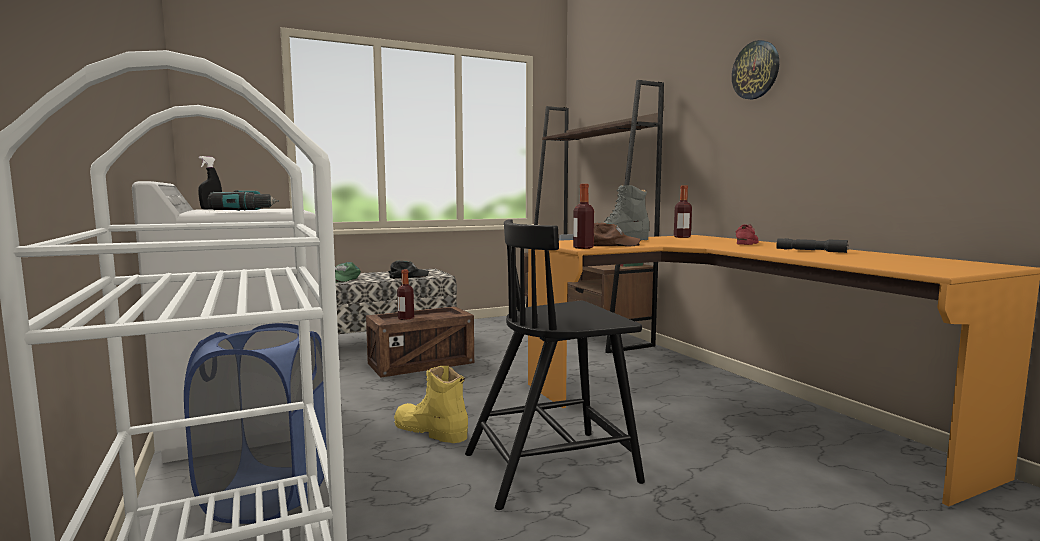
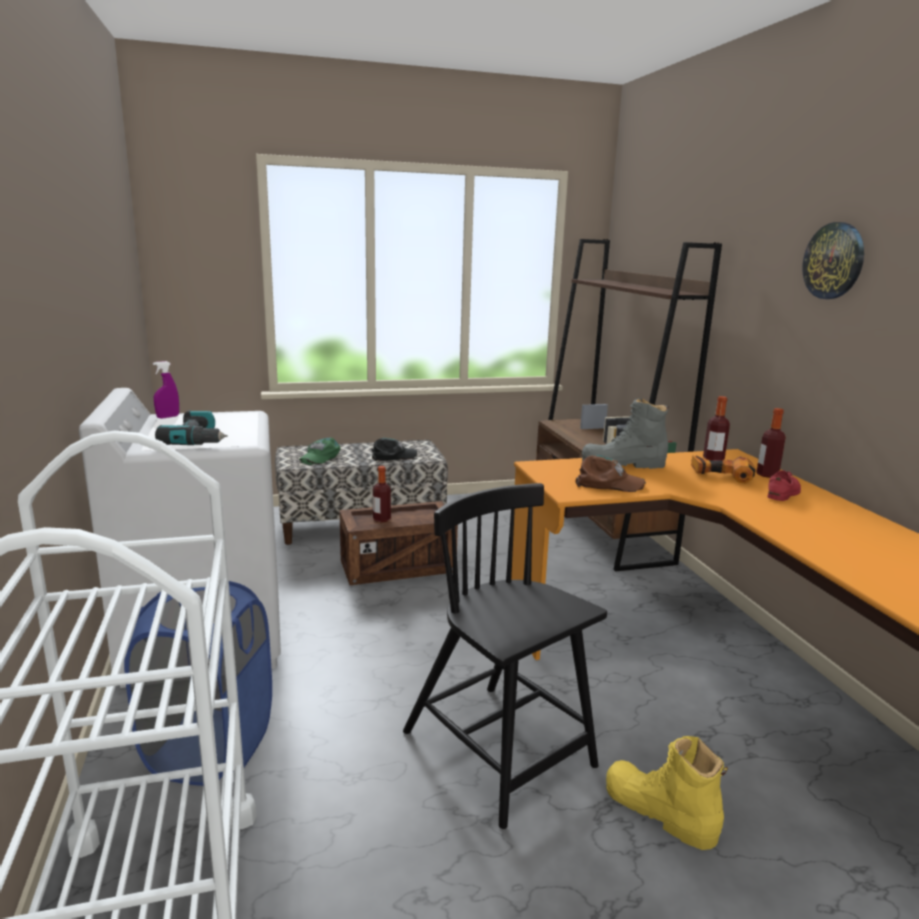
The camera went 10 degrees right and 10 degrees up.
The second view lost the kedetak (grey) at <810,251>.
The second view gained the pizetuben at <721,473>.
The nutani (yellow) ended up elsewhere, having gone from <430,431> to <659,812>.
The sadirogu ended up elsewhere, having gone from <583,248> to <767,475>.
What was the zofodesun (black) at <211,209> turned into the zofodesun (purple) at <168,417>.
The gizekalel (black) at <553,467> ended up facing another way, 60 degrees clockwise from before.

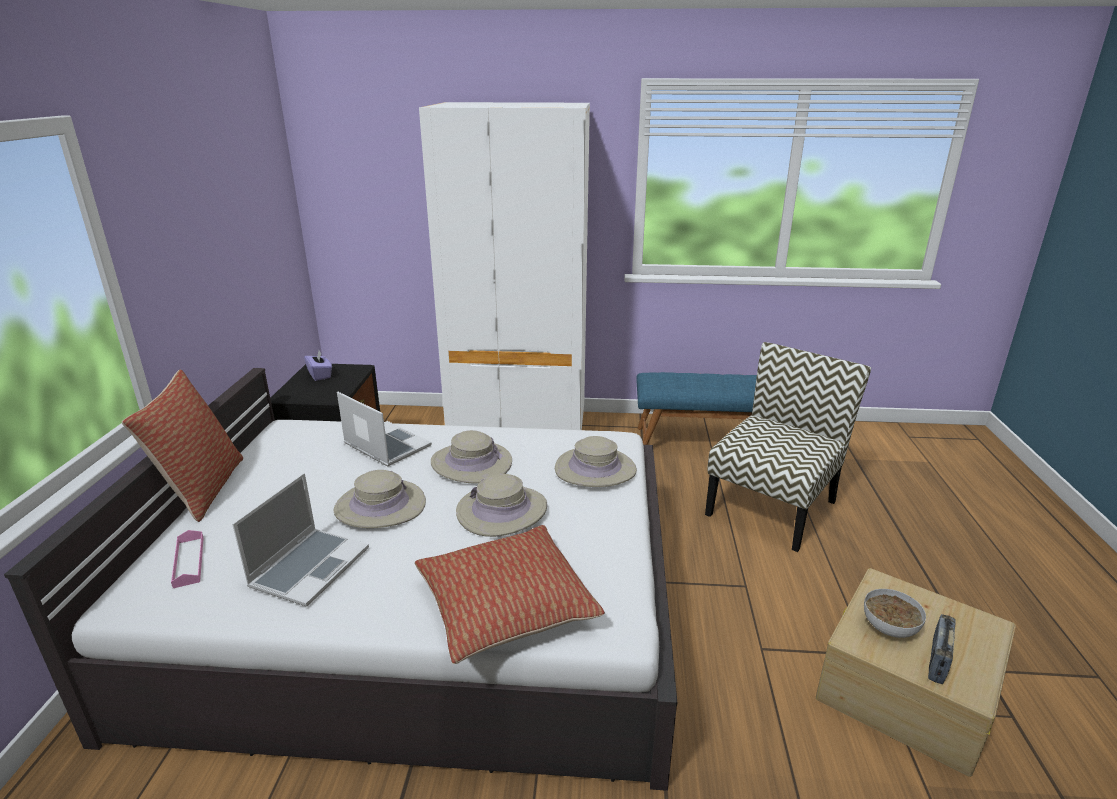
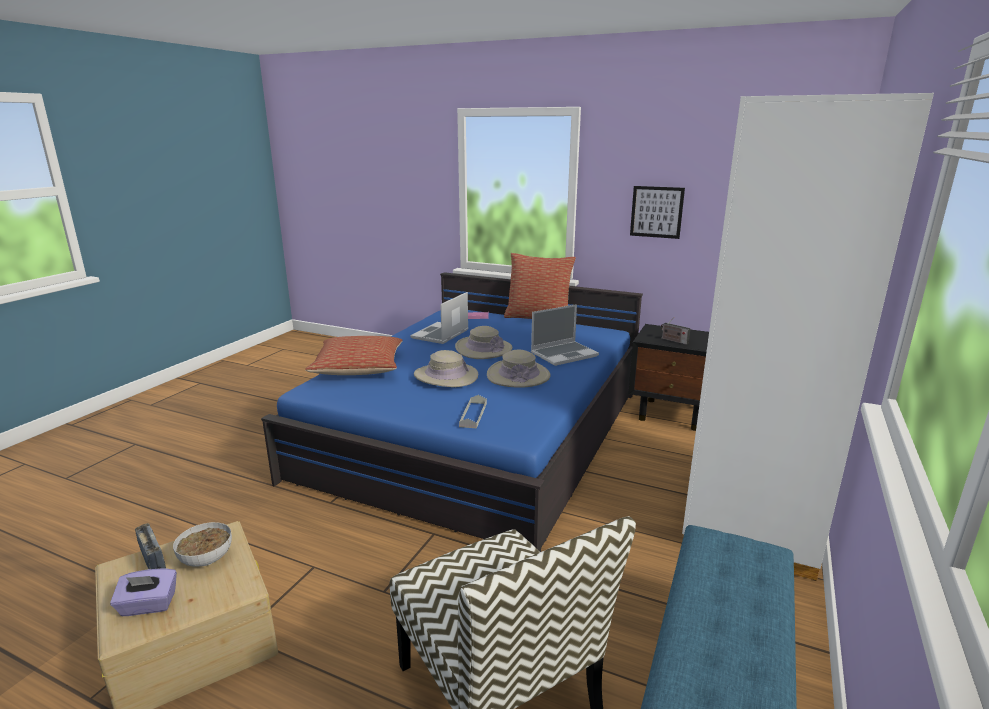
The camera went 110 degrees right and 5 degrees down.
The second view gained the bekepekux at <656,212>.
The second view gained the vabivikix at <673,341>.
The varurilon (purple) ended up elsewhere, having gone from <320,375> to <148,605>.
Where the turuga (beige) stood at <595,469>, the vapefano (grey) came to stand at <473,415>.
What was the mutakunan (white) at <423,606> turned into the mutakunan (blue) at <479,433>.
The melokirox at <310,567> ended up facing another way, 75 degrees clockwise from before.

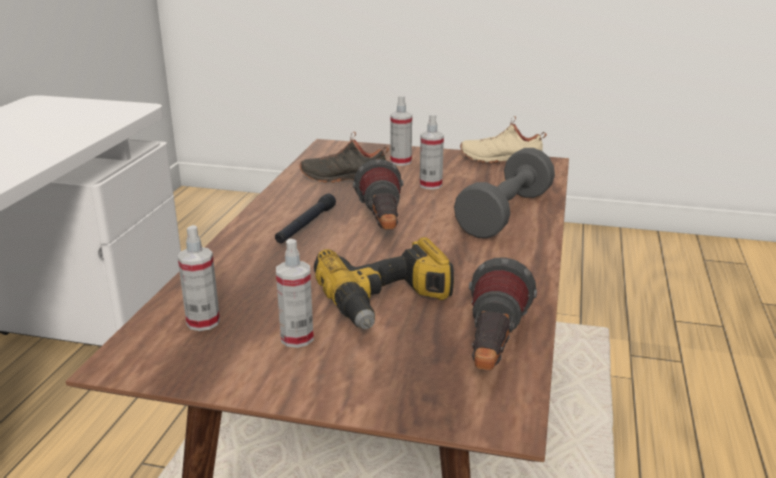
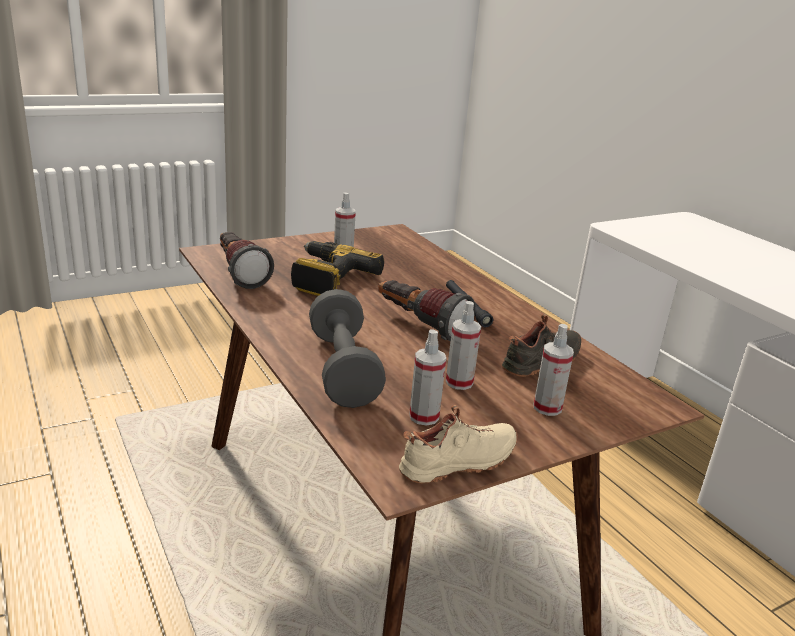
The camera went 135 degrees right and 0 degrees up.
The zofodesun ended up elsewhere, having gone from <203,322> to <424,416>.

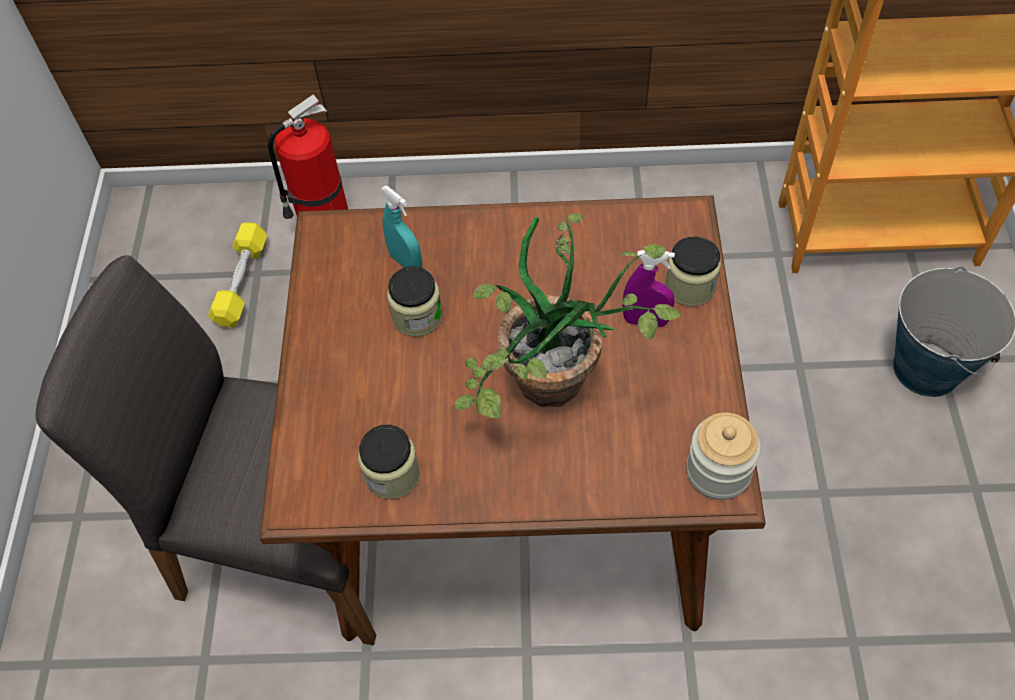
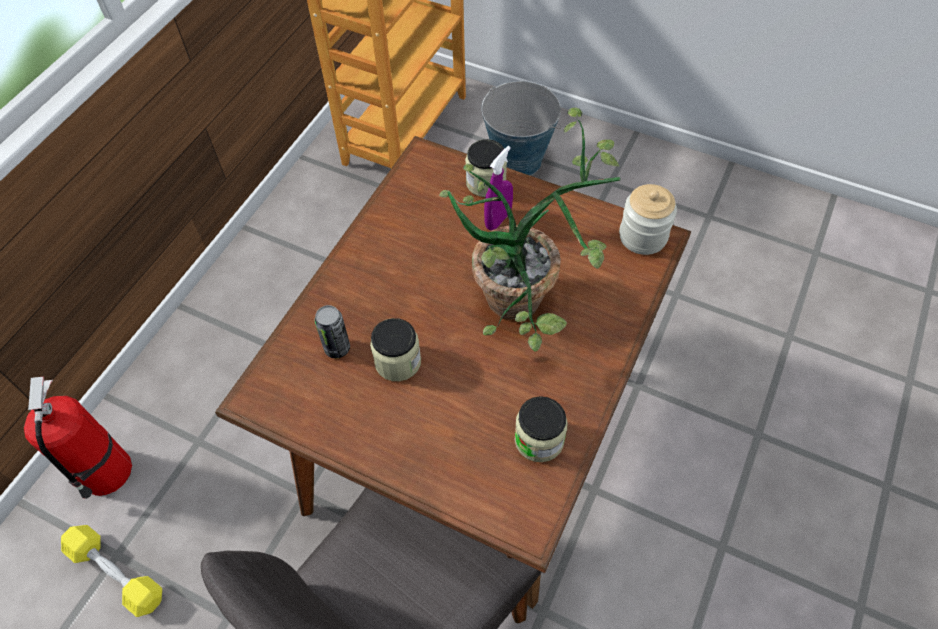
The camera went 65 degrees left and 0 degrees up.
Where the zofodesun (turquoise) stood at <406,262>, the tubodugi came to stand at <337,348>.

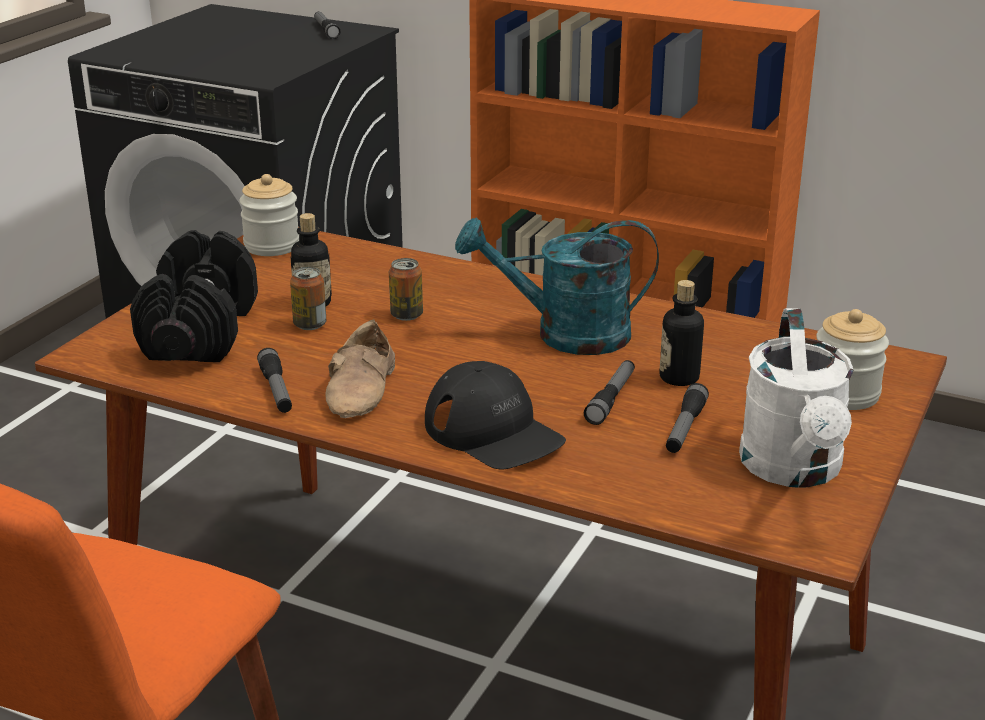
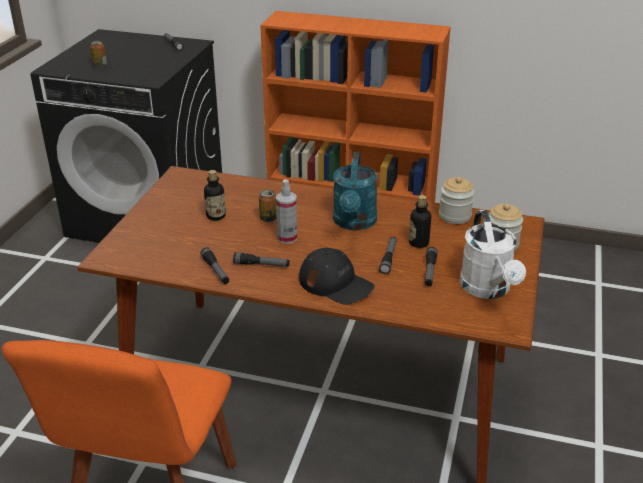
The camera went 10 degrees left and 5 degrees up.
The second view lost the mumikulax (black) at <199,331>.
The second view gained the zofodesun at <287,238>.
The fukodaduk ended up elsewhere, having gone from <272,246> to <454,216>.
The tubodugi ended up elsewhere, having gone from <310,324> to <100,66>.
Where the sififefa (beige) stood at <365,388>, the kedetak came to stand at <261,265>.
The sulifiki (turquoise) at <565,335> ended up facing another way, 75 degrees counterclockwise from before.

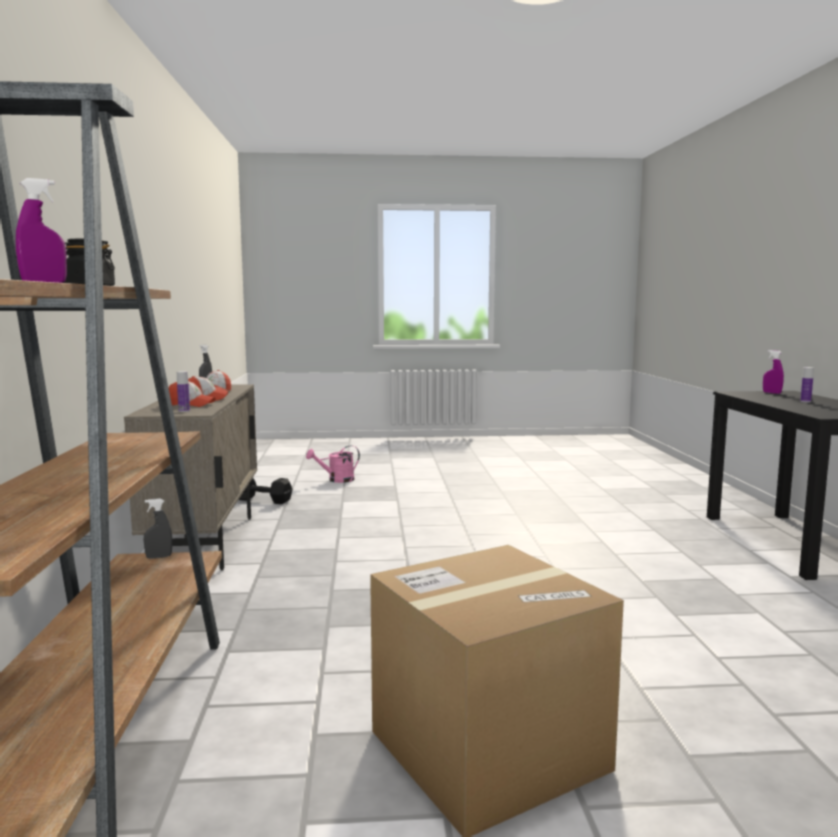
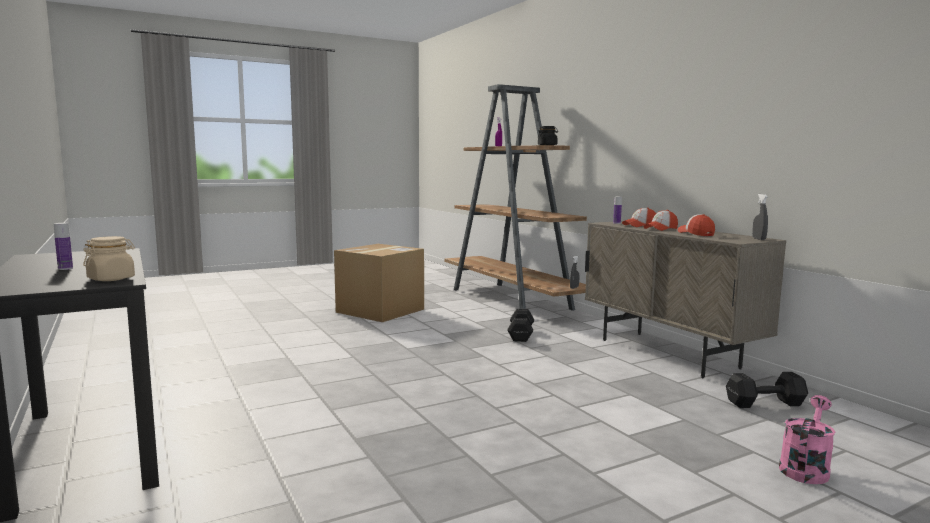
The camera went 155 degrees right and 0 degrees up.
The second view lost the zofodesun (purple) at <772,393>.
The second view gained the fukodaduk (beige) at <111,279>.
The second view gained the mumikulax (black) at <521,334>.

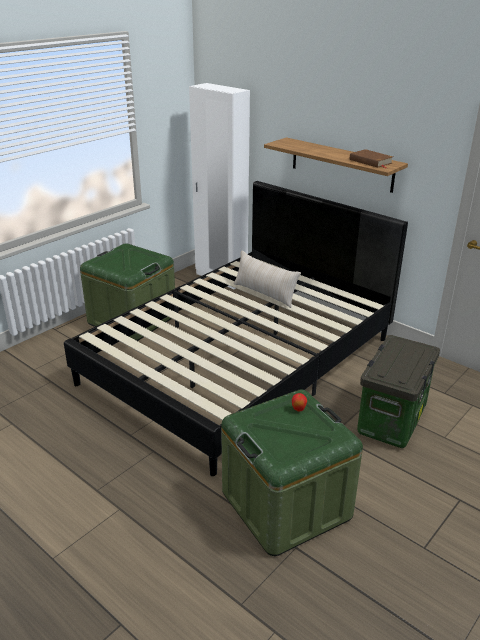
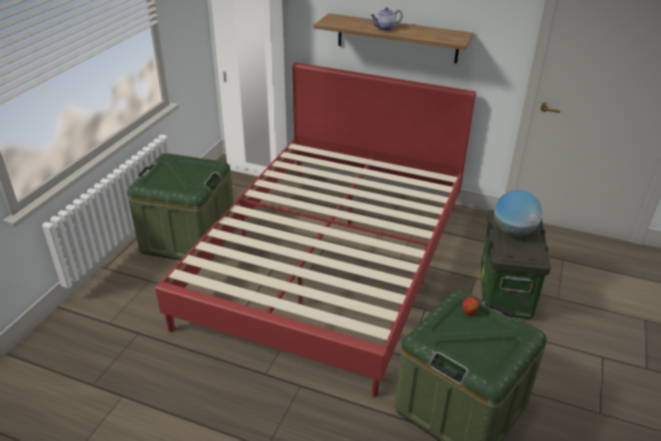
The camera went 20 degrees left and 5 degrees up.
The second view lost the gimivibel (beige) at <265,293>.
The second view lost the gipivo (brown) at <370,161>.
The second view gained the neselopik at <385,28>.
The second view gained the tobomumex at <513,231>.
What was the mutakunan (black) at <240,360> turned into the mutakunan (red) at <330,261>.

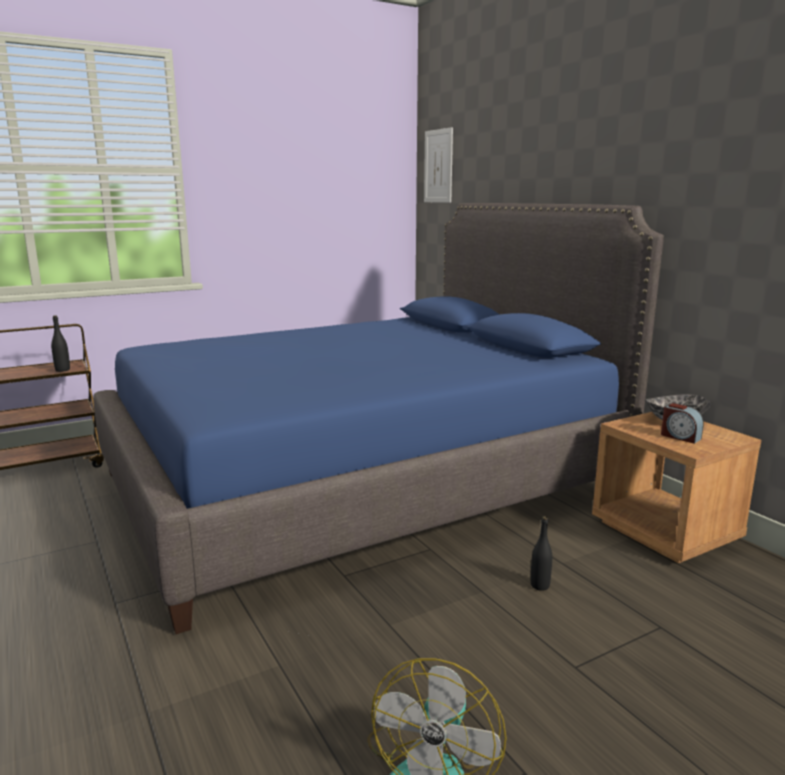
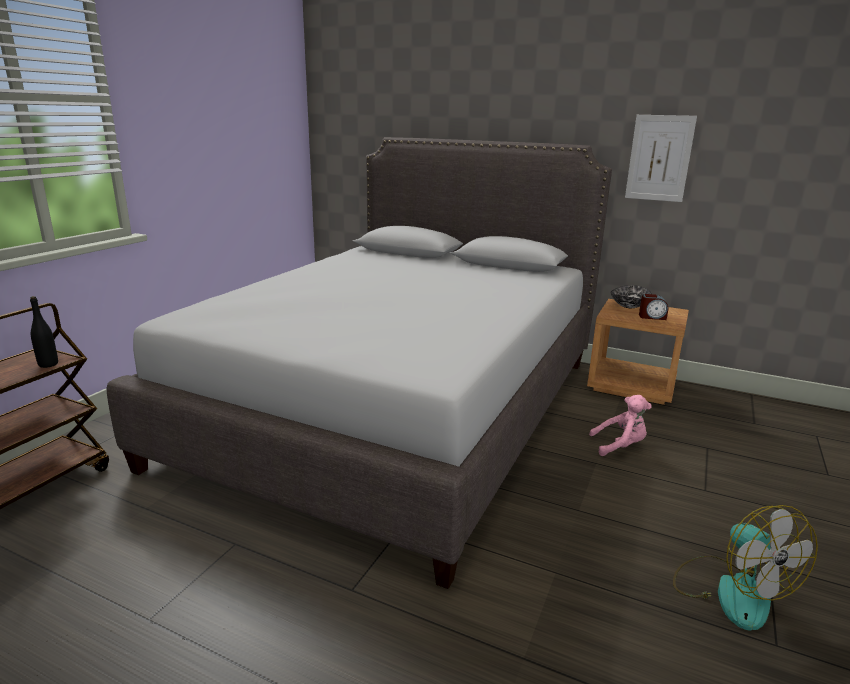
The camera went 35 degrees left and 5 degrees up.
The bekepekux ended up elsewhere, having gone from <438,166> to <659,158>.
Where the sadirogu (black) stood at <540,585>, the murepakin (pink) came to stand at <620,446>.
What was the mutakunan (blue) at <361,483> turned into the mutakunan (grey) at <399,408>.

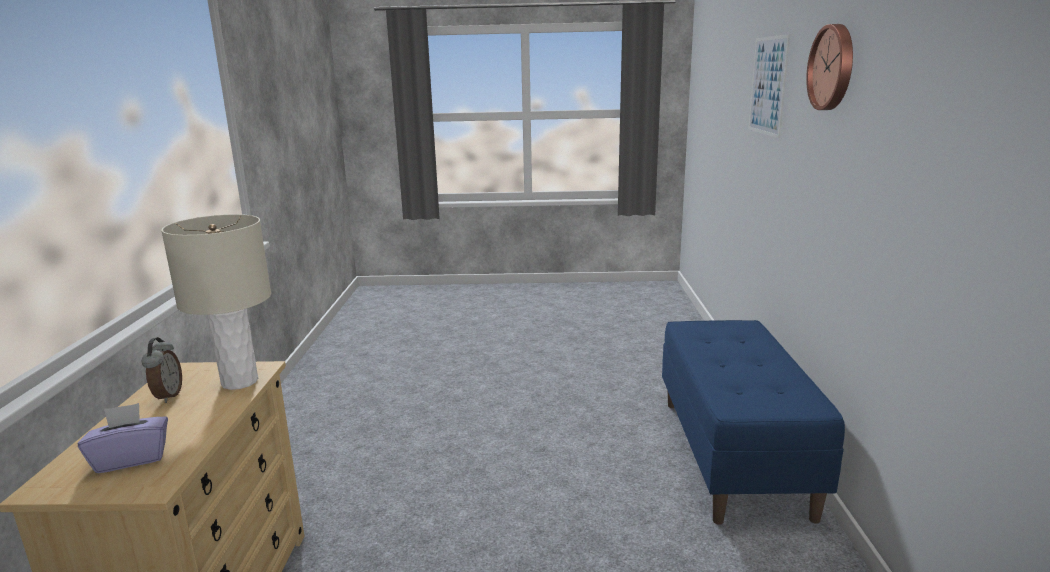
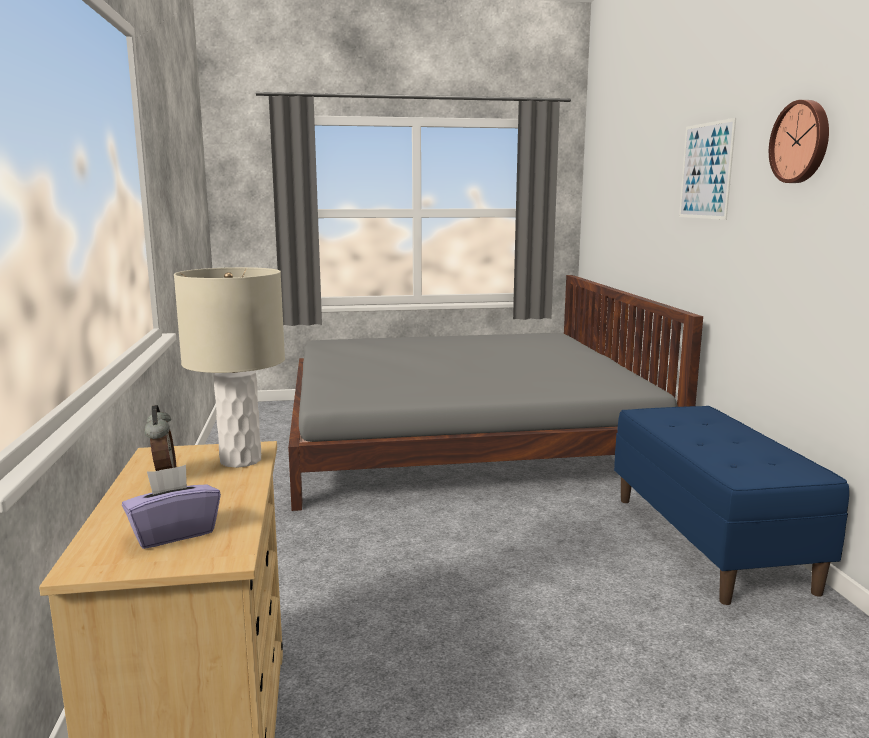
The camera went 10 degrees left and 5 degrees down.
The second view gained the mutakunan (grey) at <462,436>.

